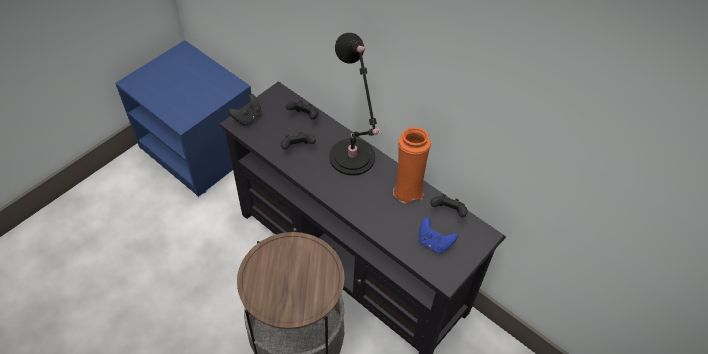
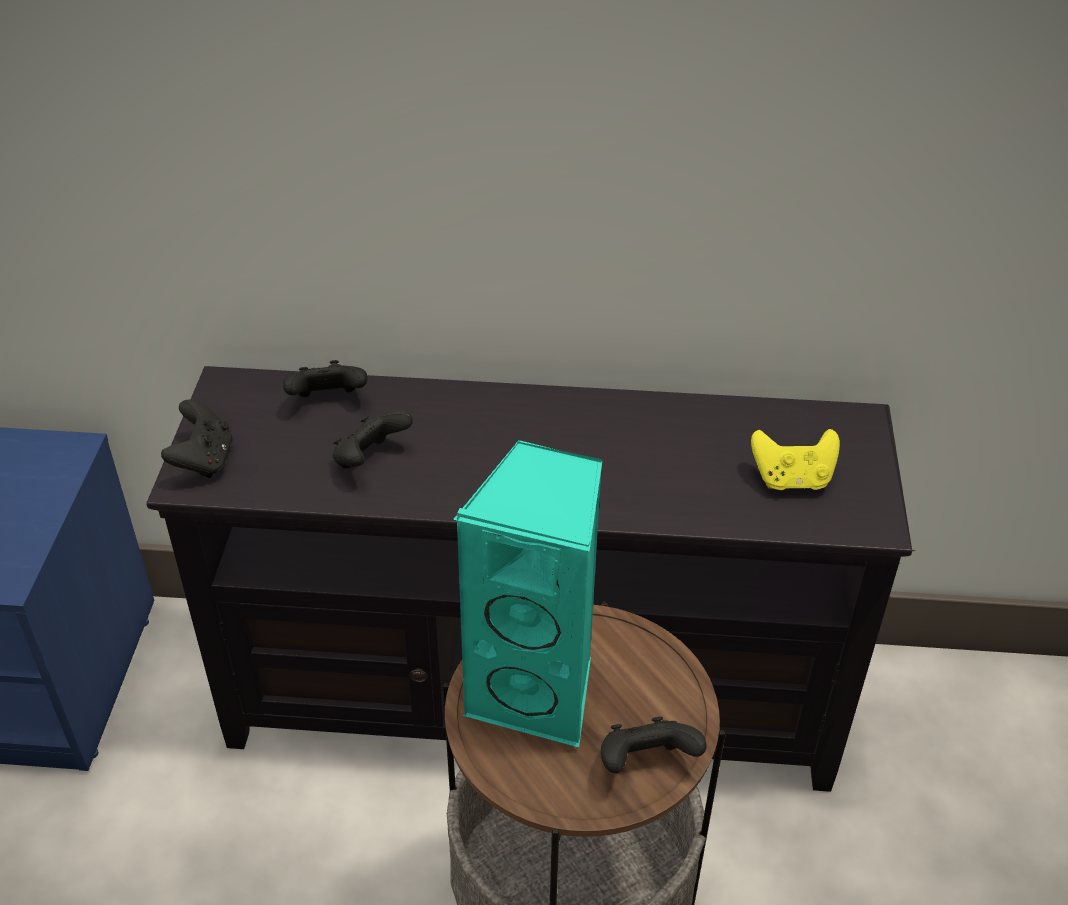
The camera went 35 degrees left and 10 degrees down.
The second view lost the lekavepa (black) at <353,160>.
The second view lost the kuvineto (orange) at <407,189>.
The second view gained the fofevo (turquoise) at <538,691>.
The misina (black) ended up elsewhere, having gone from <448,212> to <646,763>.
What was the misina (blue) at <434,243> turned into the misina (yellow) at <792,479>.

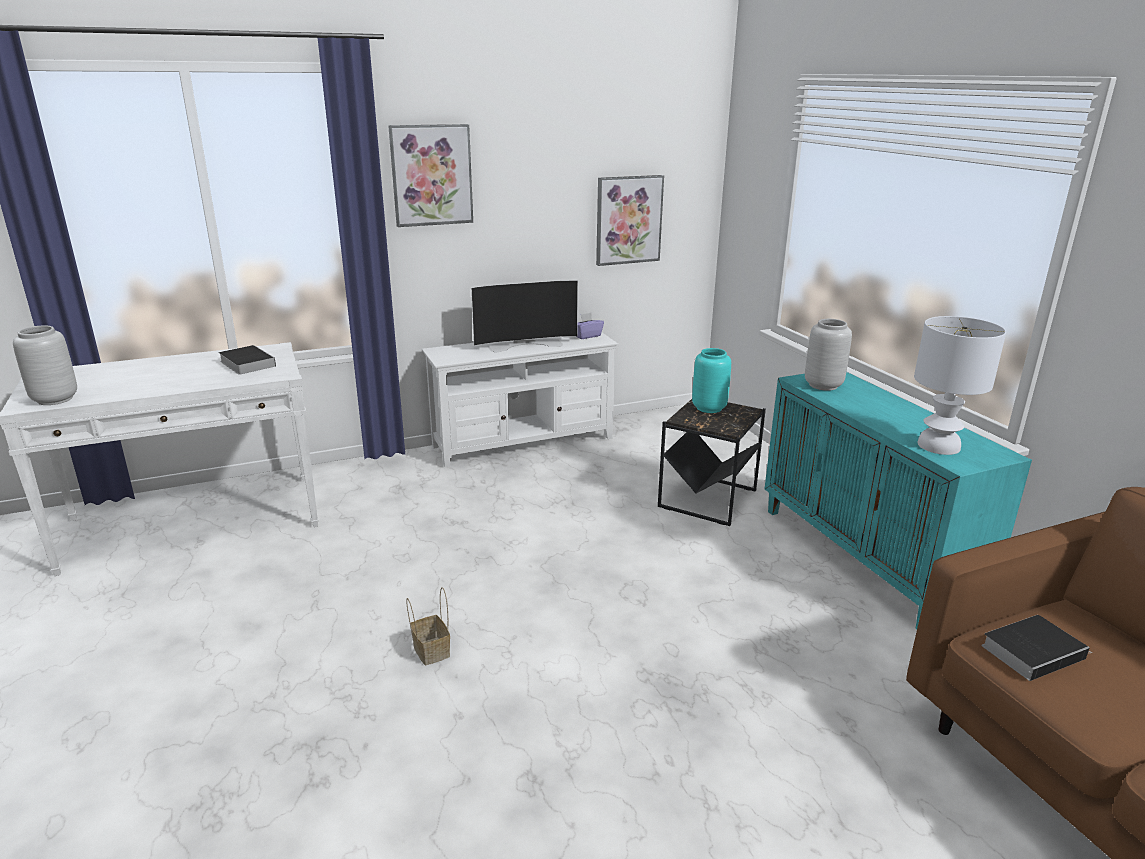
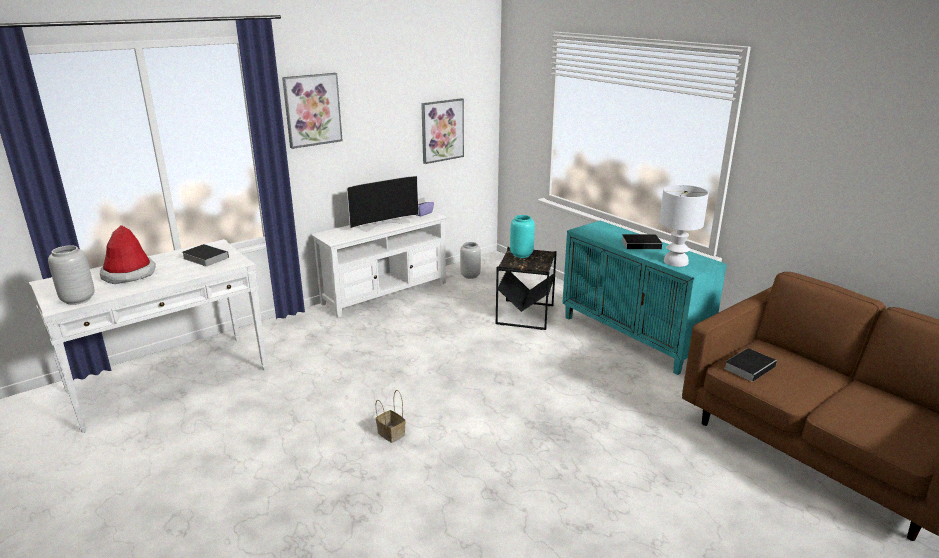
The camera went 15 degrees left and 0 degrees up.
The second view gained the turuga at <129,274>.
The second view gained the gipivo at <642,244>.
The kuvineto (grey) ended up elsewhere, having gone from <824,385> to <470,276>.

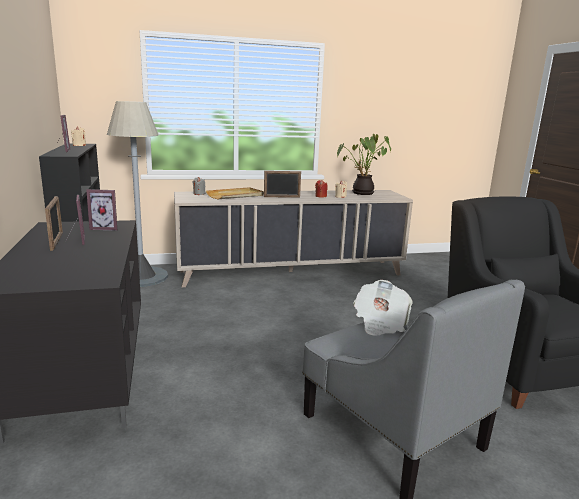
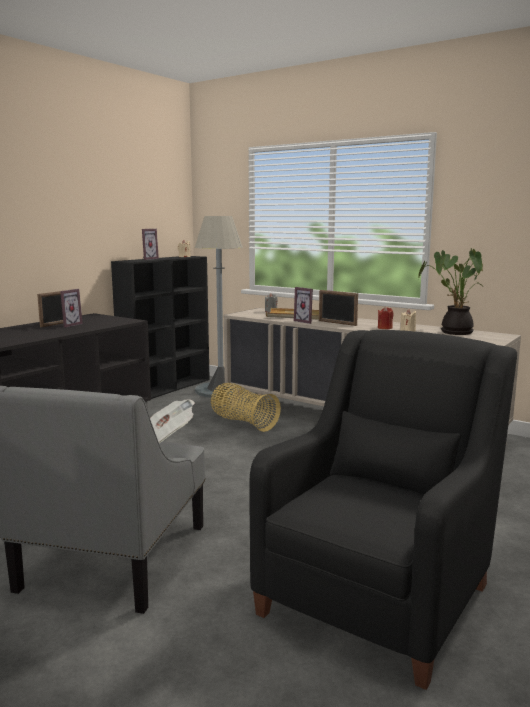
The camera went 50 degrees right and 5 degrees down.
The second view gained the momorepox at <243,422>.
The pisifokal ended up elsewhere, having gone from <105,228> to <306,321>.

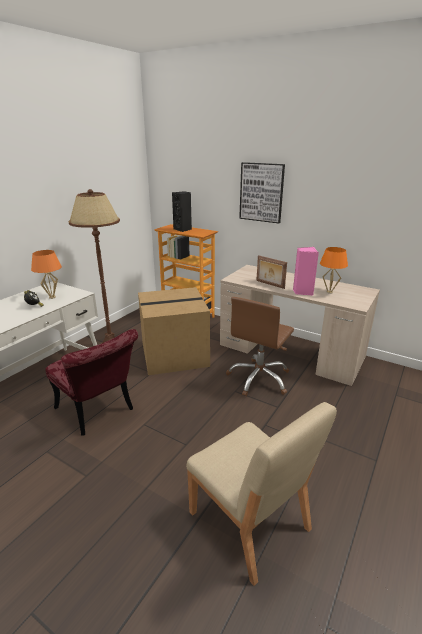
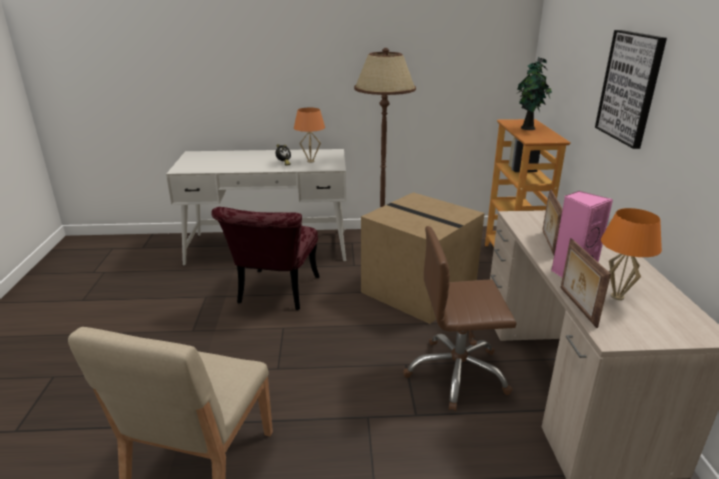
The camera went 55 degrees right and 0 degrees up.
The second view gained the pisifokal at <576,306>.
Where the fofevo (black) stood at <183,229>, the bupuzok came to stand at <528,128>.

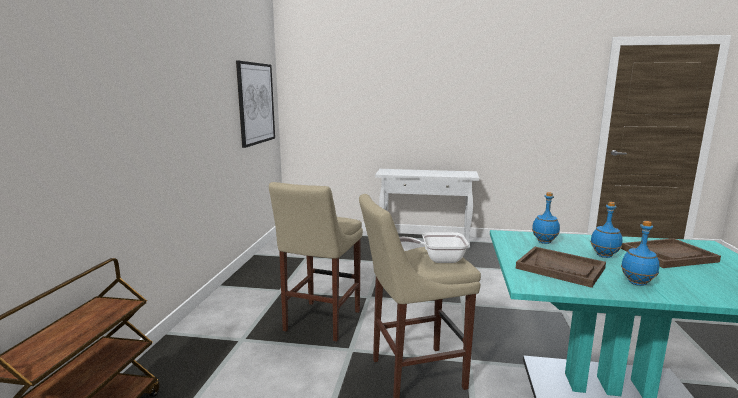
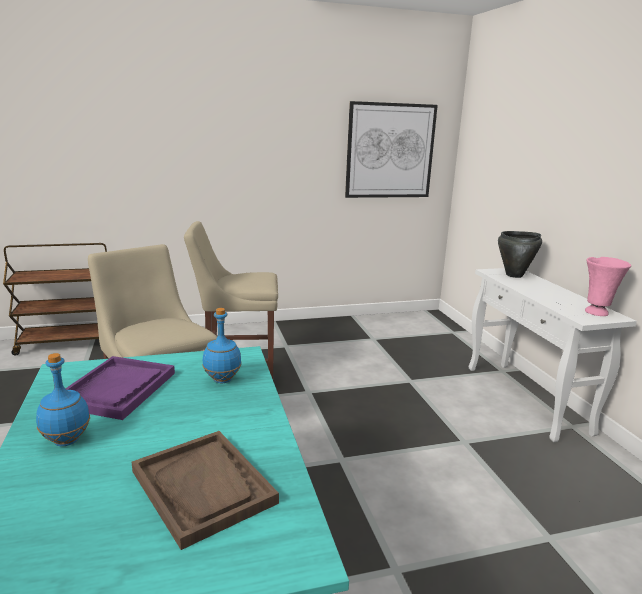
The camera went 65 degrees right and 5 degrees up.
The second view lost the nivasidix at <437,259>.
The second view lost the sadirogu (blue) at <604,256>.
The second view gained the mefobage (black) at <514,275>.
The second view gained the kuvineto (pink) at <597,312>.
What was the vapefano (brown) at <560,268> turned into the vapefano (purple) at <117,389>.

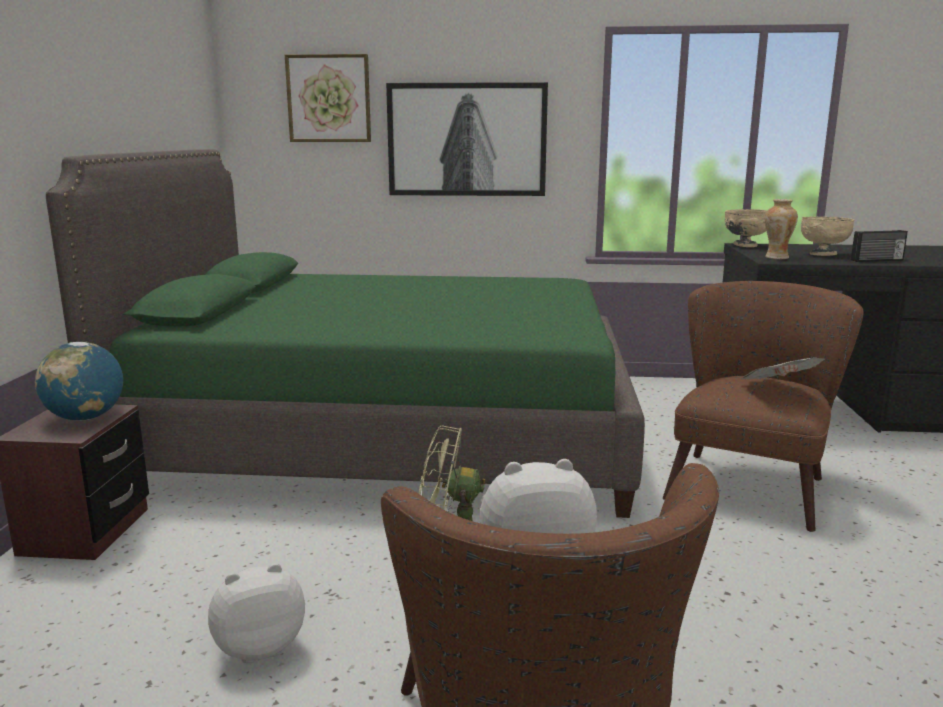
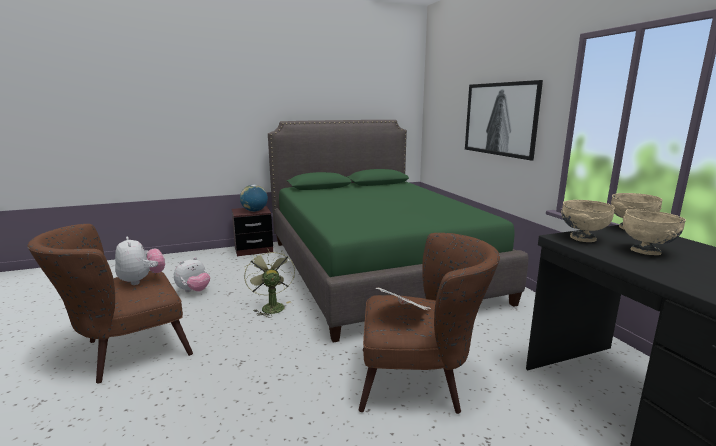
The camera went 65 degrees right and 0 degrees up.
The second view lost the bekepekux at <329,99>.
The second view lost the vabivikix at <877,260>.
Where the kuvineto stood at <776,257>, the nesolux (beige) came to stand at <582,238>.
The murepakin at <258,647> ended up facing another way, 90 degrees clockwise from before.

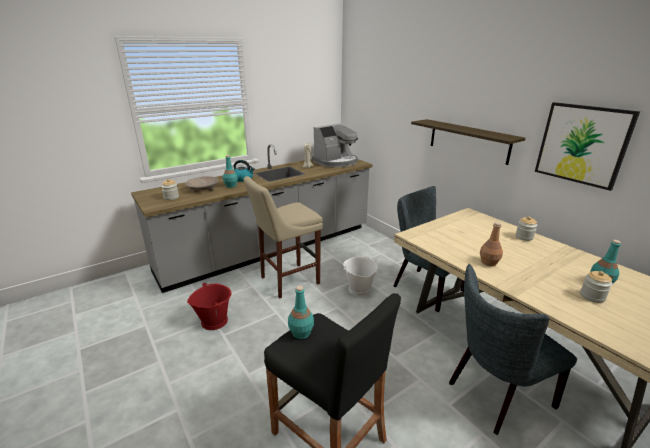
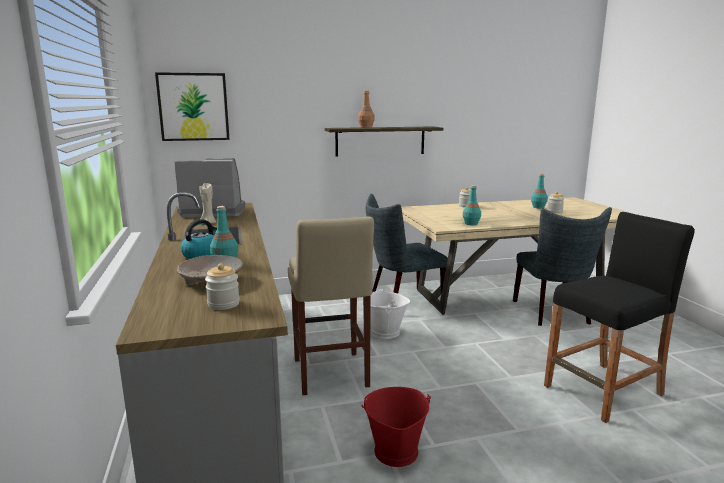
The camera went 70 degrees left and 10 degrees down.
The sadirogu (turquoise) ended up elsewhere, having gone from <301,333> to <471,224>.
The sadirogu (brown) ended up elsewhere, having gone from <488,262> to <366,127>.
The bekepekux ended up elsewhere, having gone from <582,144> to <193,107>.
The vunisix at <336,162> ended up facing another way, 75 degrees counterclockwise from before.

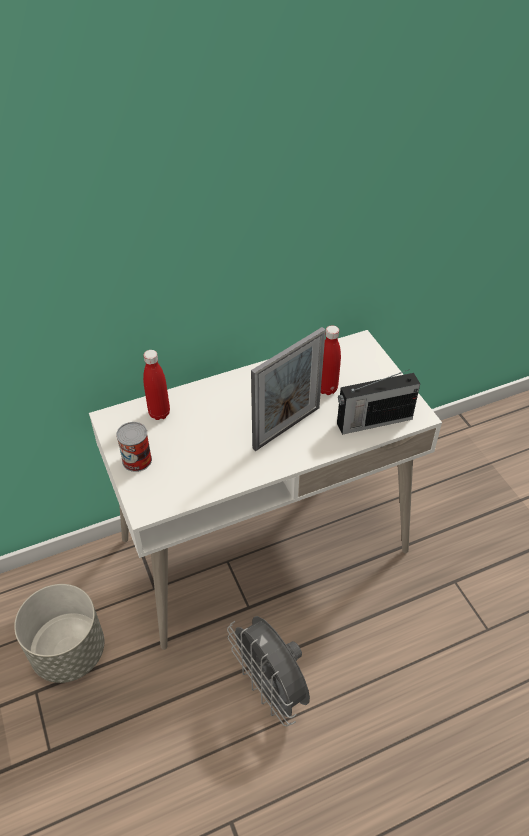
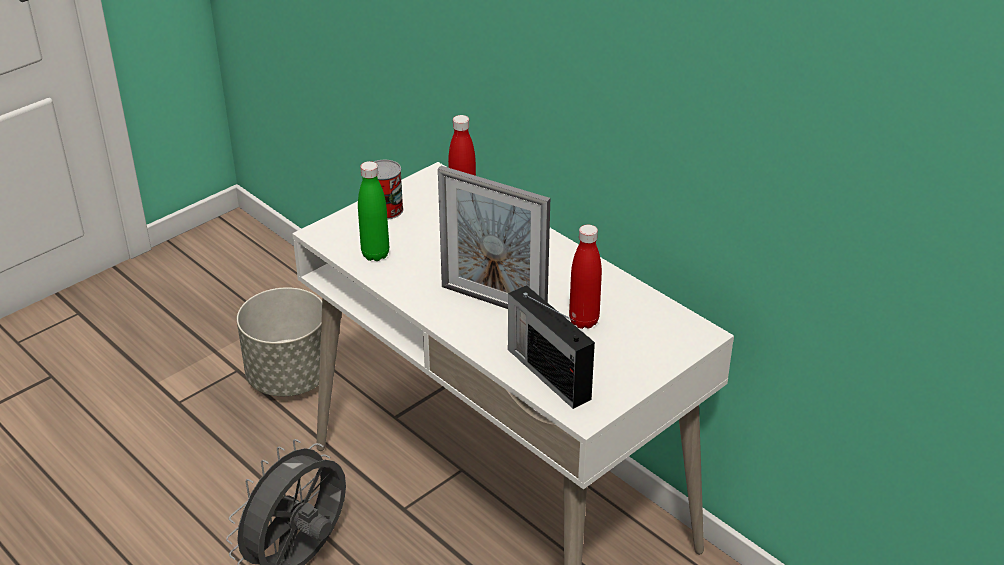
The camera went 70 degrees right and 10 degrees down.
The second view gained the sadirogu (green) at <375,254>.

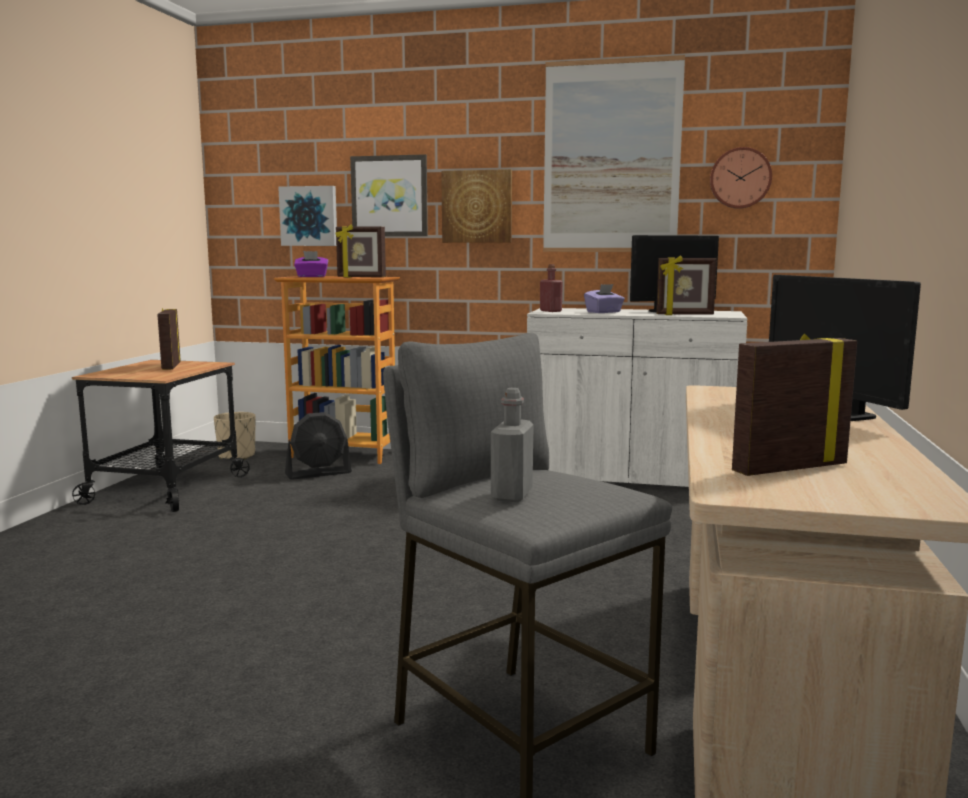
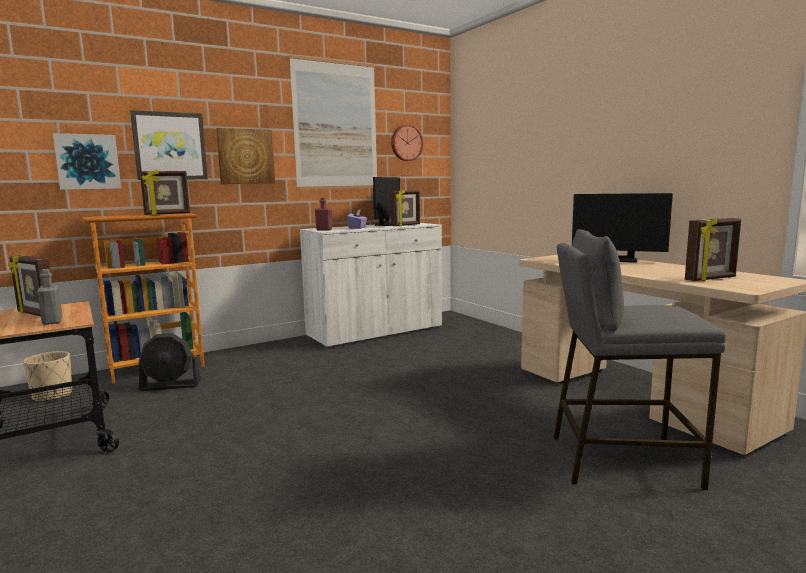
The camera went 45 degrees left and 0 degrees up.
The second view lost the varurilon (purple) at <311,276>.
The sadirogu (grey) ended up elsewhere, having gone from <512,495> to <52,321>.
The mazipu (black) at <318,473> ended up facing another way, 60 degrees clockwise from before.
The pisifokal at <788,468> ended up facing another way, 135 degrees counterclockwise from before.

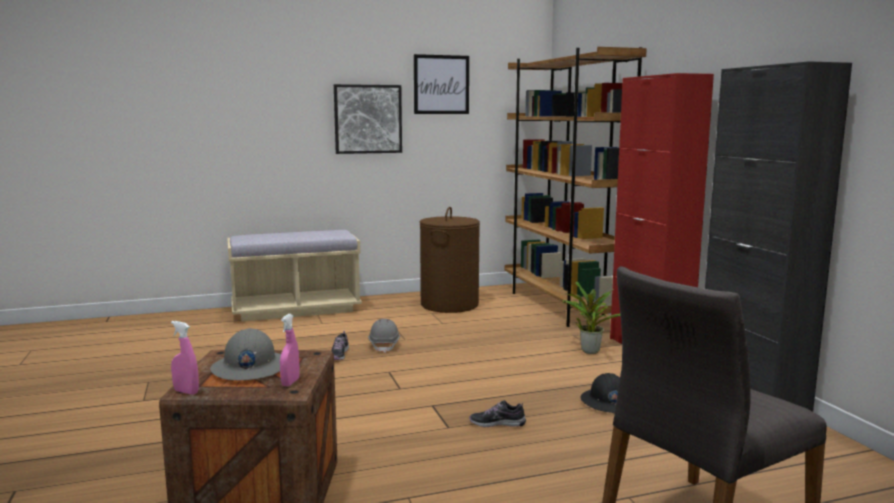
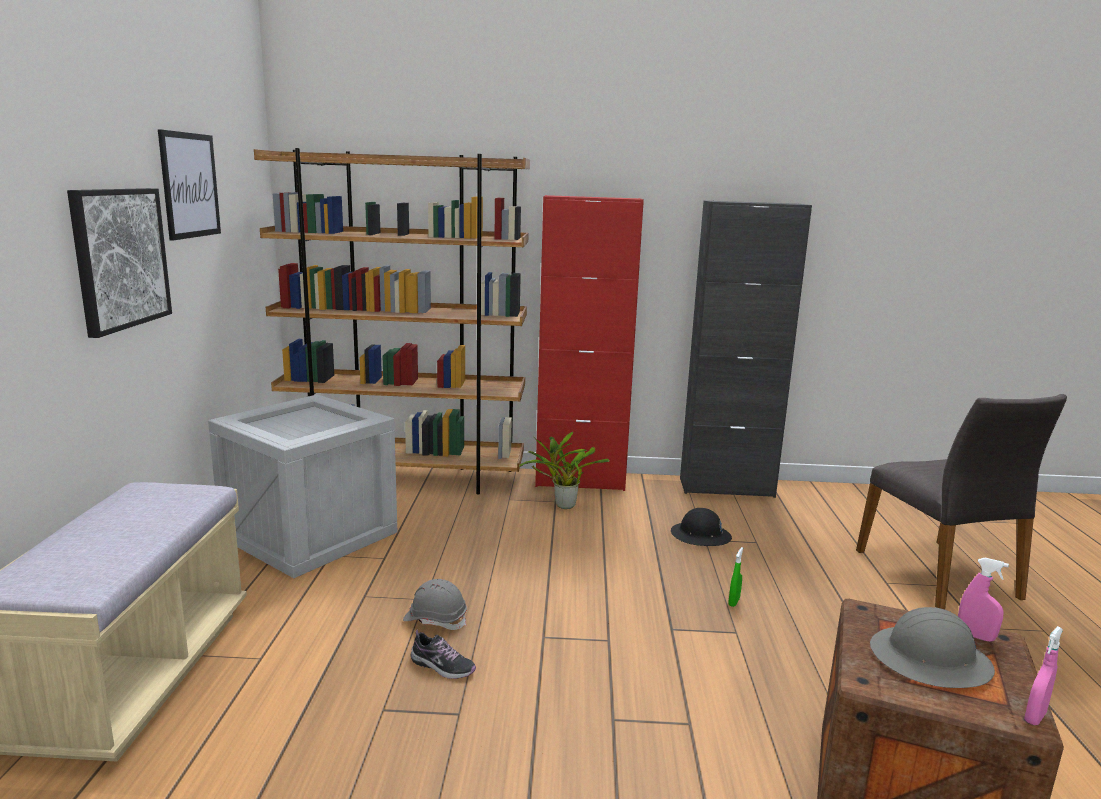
The camera went 70 degrees left and 5 degrees up.
Where the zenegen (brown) stood at <449,304>, the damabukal came to stand at <307,535>.
Where the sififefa stood at <497,423>, the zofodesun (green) came to stand at <734,602>.

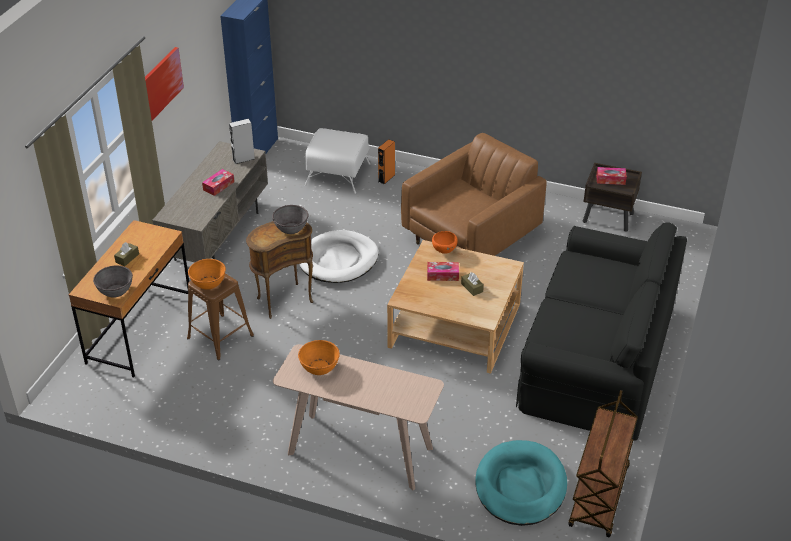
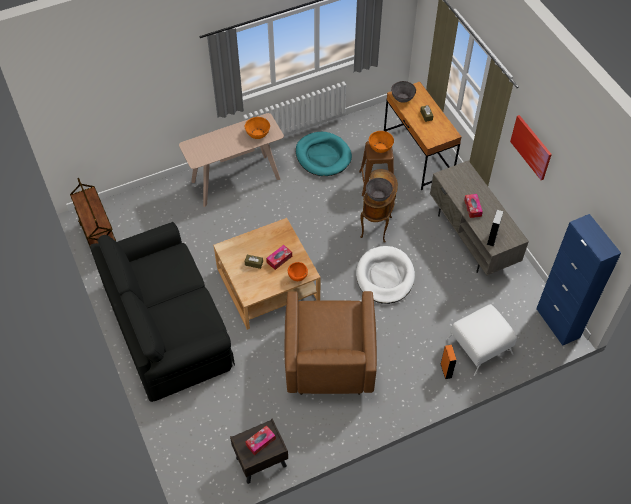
The camera went 135 degrees right and 15 degrees up.
The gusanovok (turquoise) ended up elsewhere, having gone from <520,486> to <323,156>.

